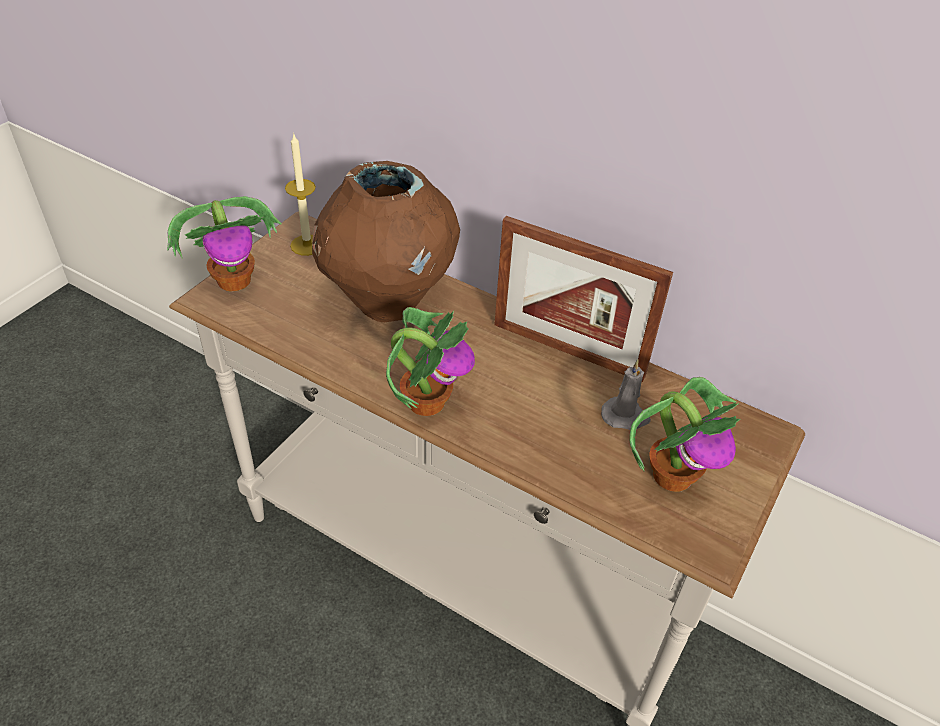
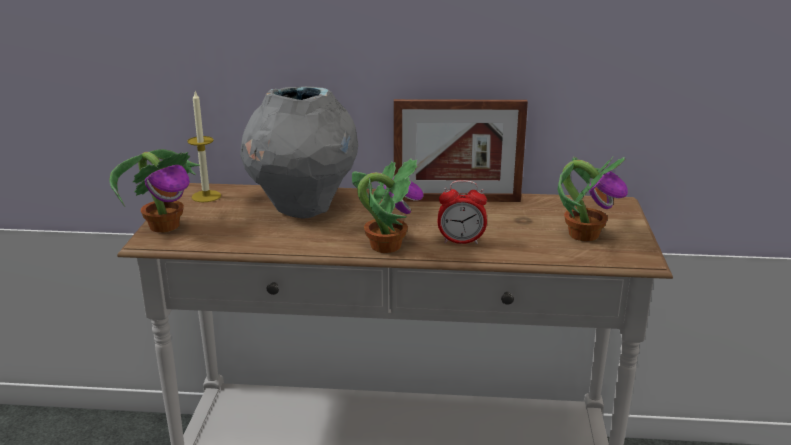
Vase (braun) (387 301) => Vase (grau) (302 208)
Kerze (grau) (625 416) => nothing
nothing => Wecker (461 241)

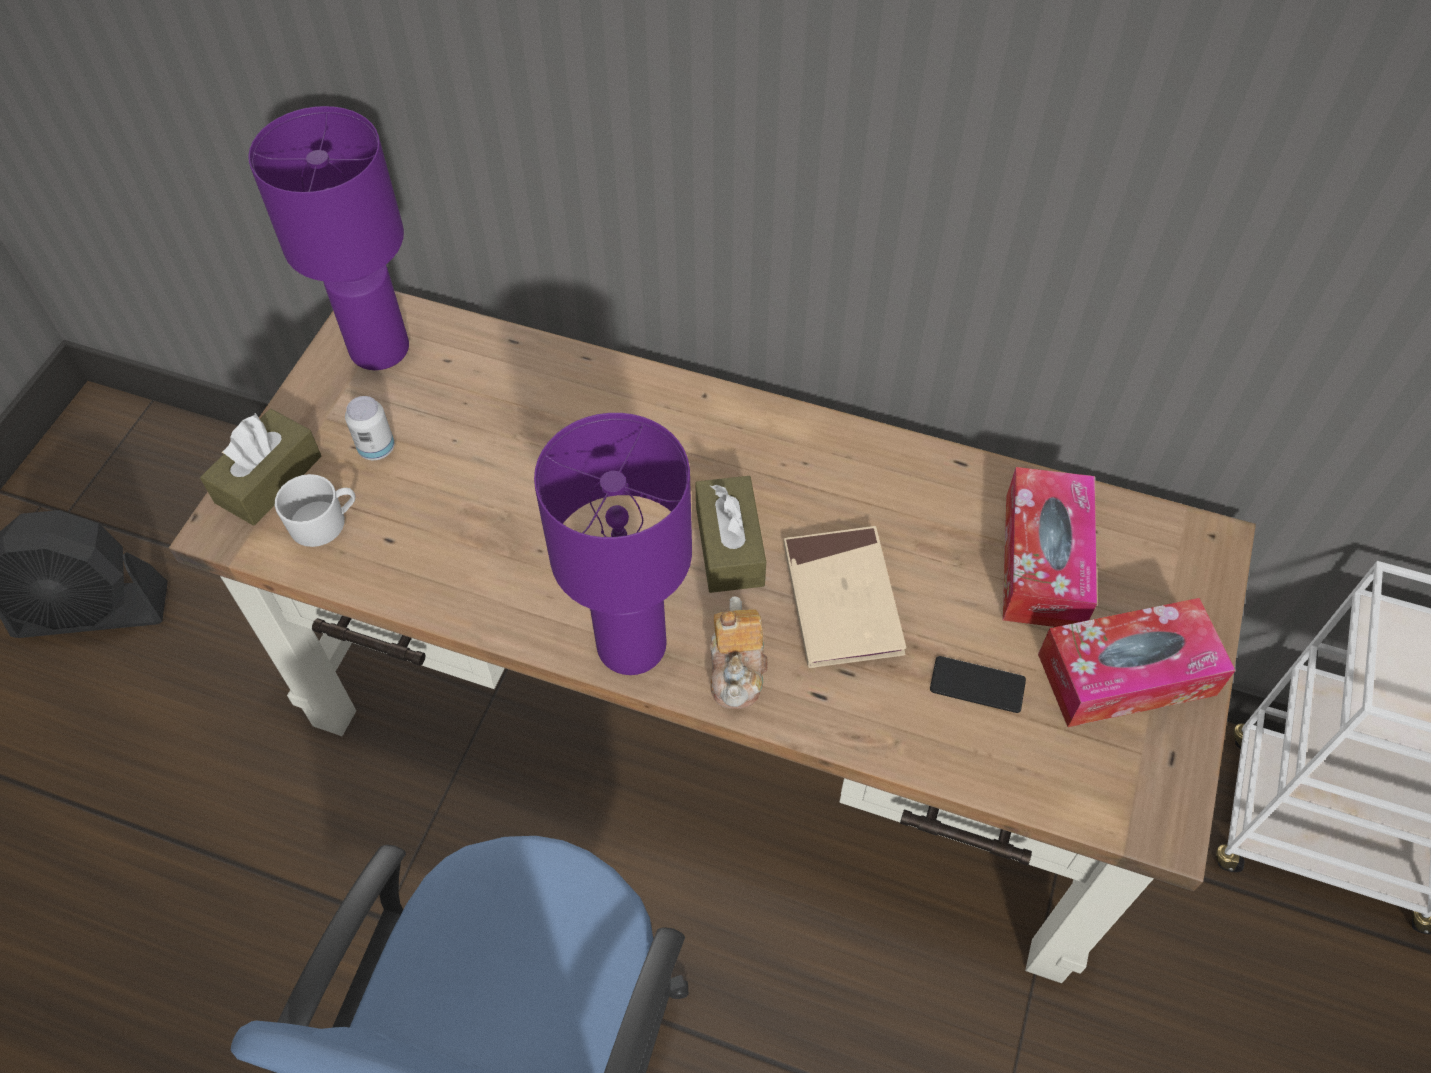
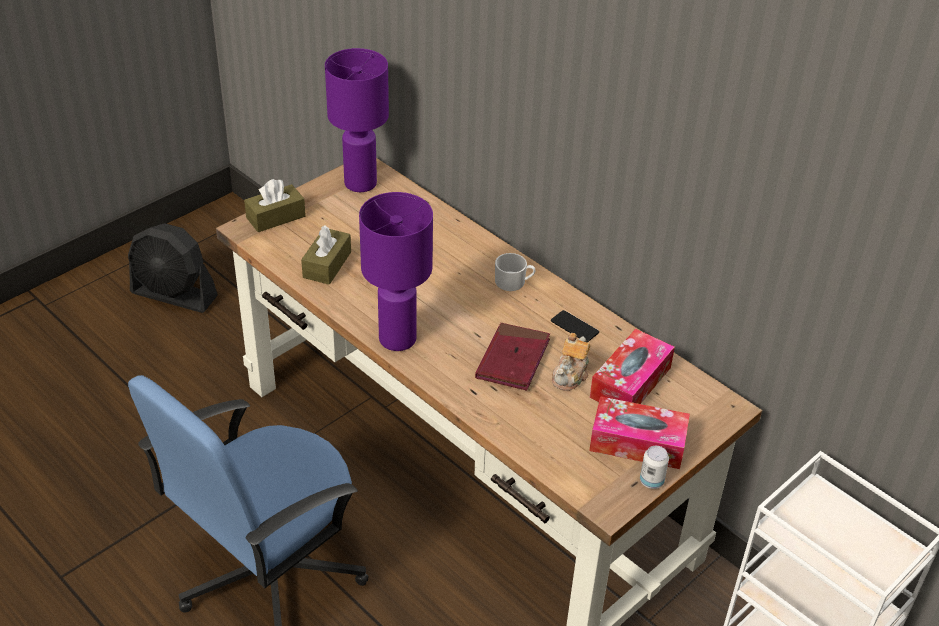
Dose (376 448) => Dose (651 481), moved
Henkelbecher (weiß) (325 522) => Henkelbecher (weiß) (514 282), moved
Taschentuchbox (braun) (729 546) => Taschentuchbox (braun) (327 265), moved
Buch (beige) (842 600) => Buch (rot) (513 359)
Teekanne (737 670) => Teekanne (570 375), moved
Handy (977 685) => Handy (574 327), moved

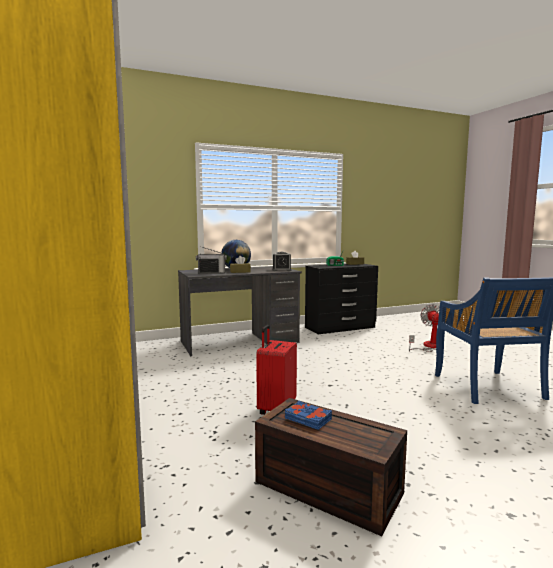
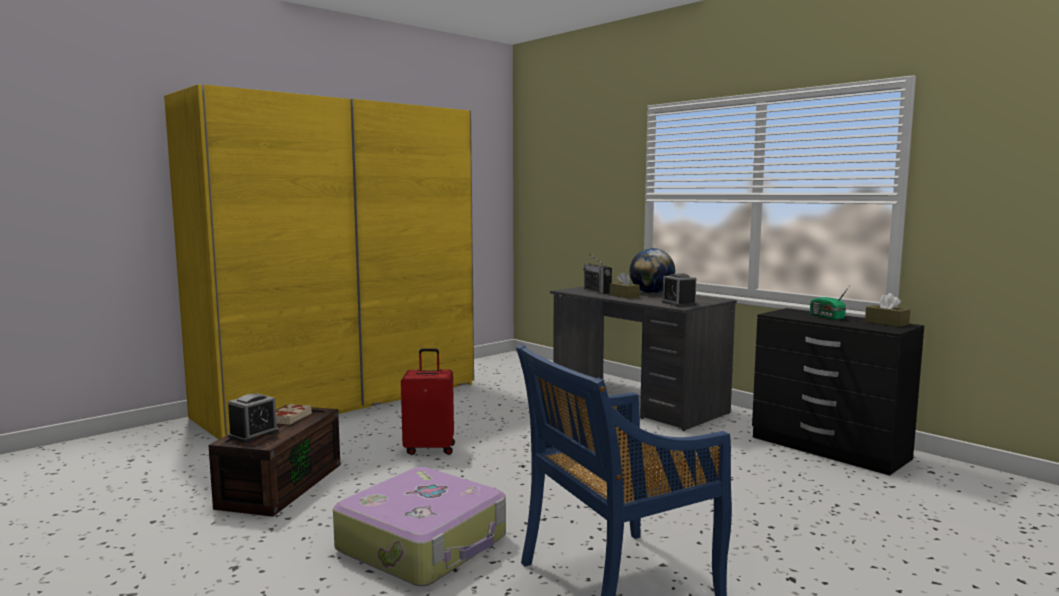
Ventilator (429 346) => nothing
Buch (blau) (307 419) => Buch (beige) (289 418)
nothing => Wecker (254 434)
nothing => Koffer (424 544)

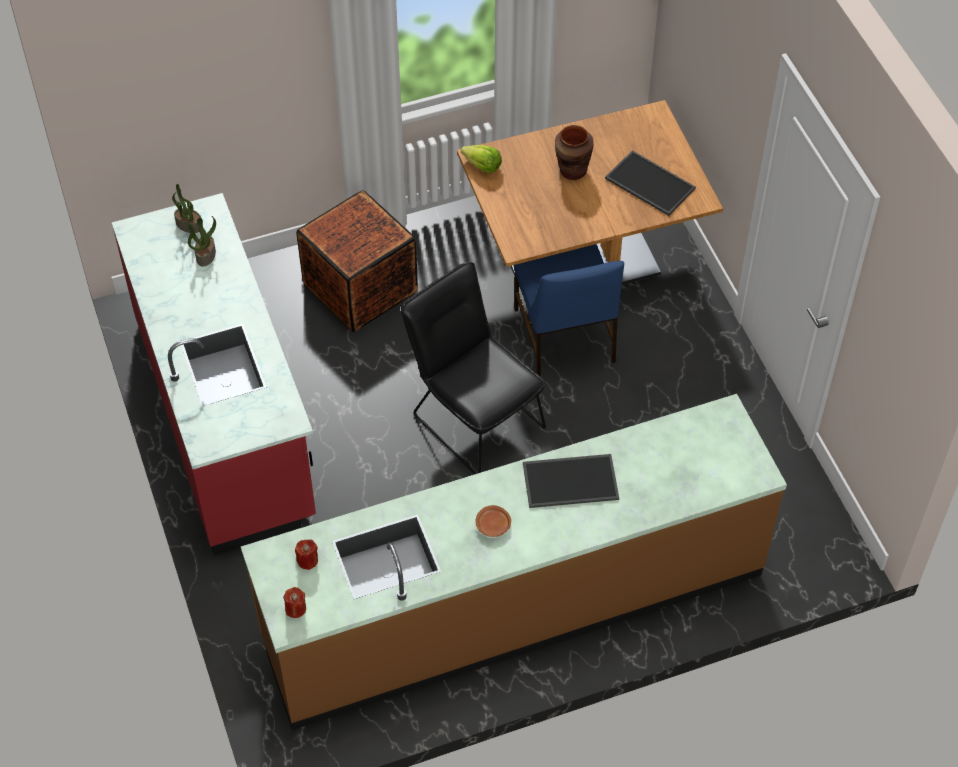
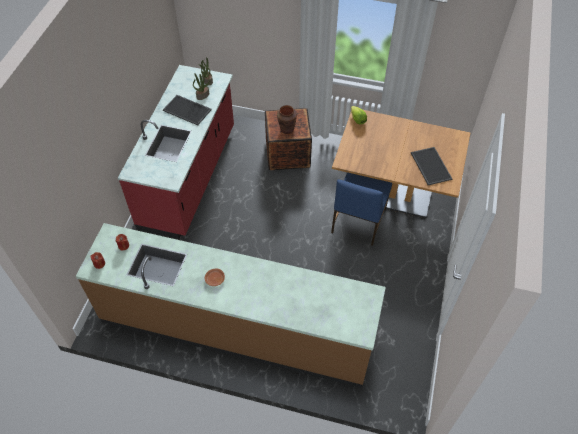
Vase (braun) (572 170) => Vase (braun) (287 129), moved
Stuhl (schwarz) (473 416) => nothing
Tablett (571 480) => Tablett (188 110), moved

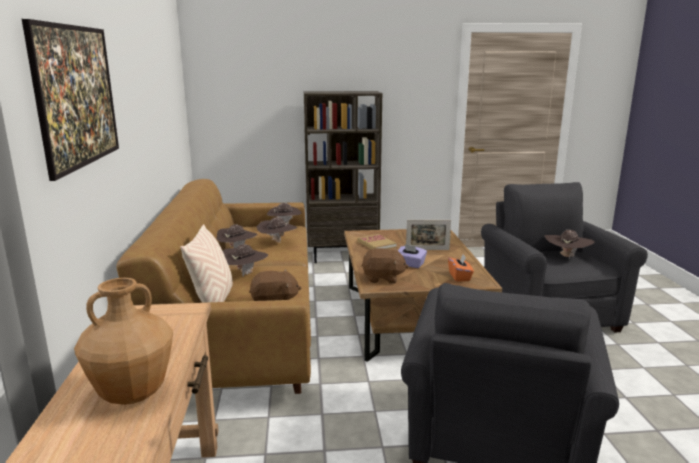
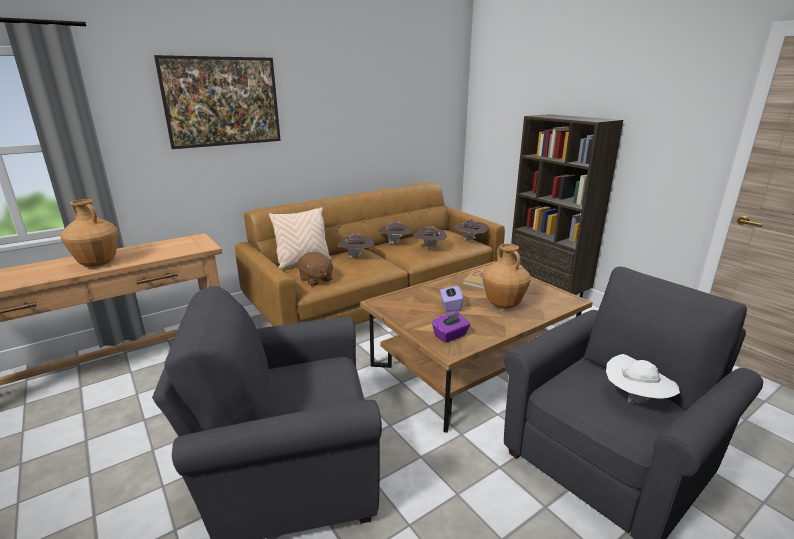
Bilderrahmen (427 249) => Vase (braun) (503 305)
Hut (braun) (566 257) => Hut (weiß) (636 399)
Plüschtier (braun) (383 278) => nothing
Taschentuchbox (orange) (460 277) => Taschentuchbox (lila) (450 336)

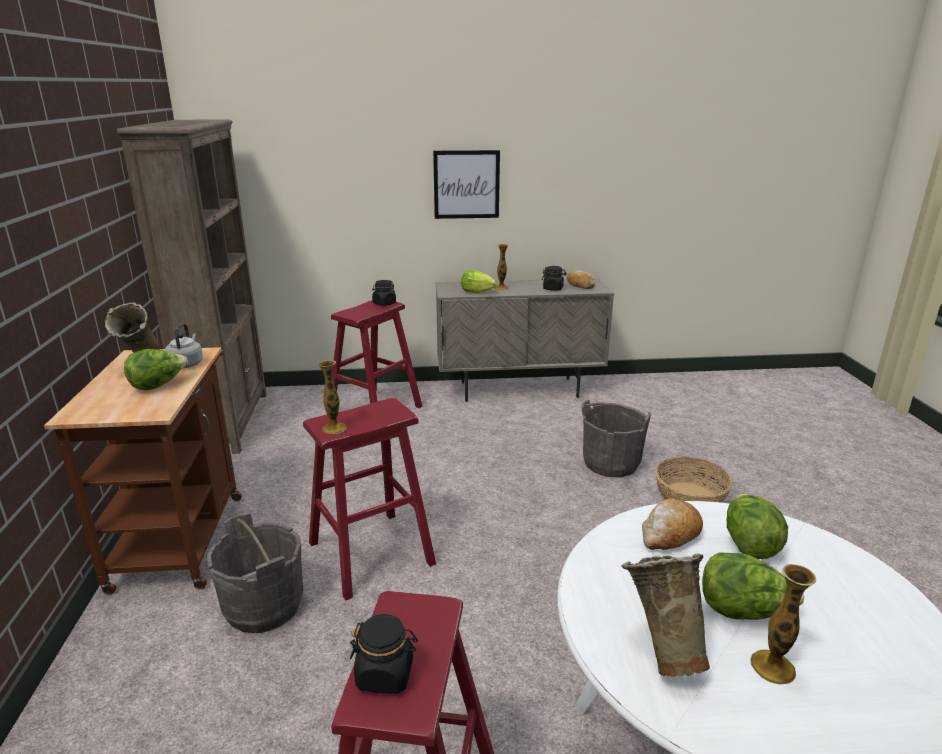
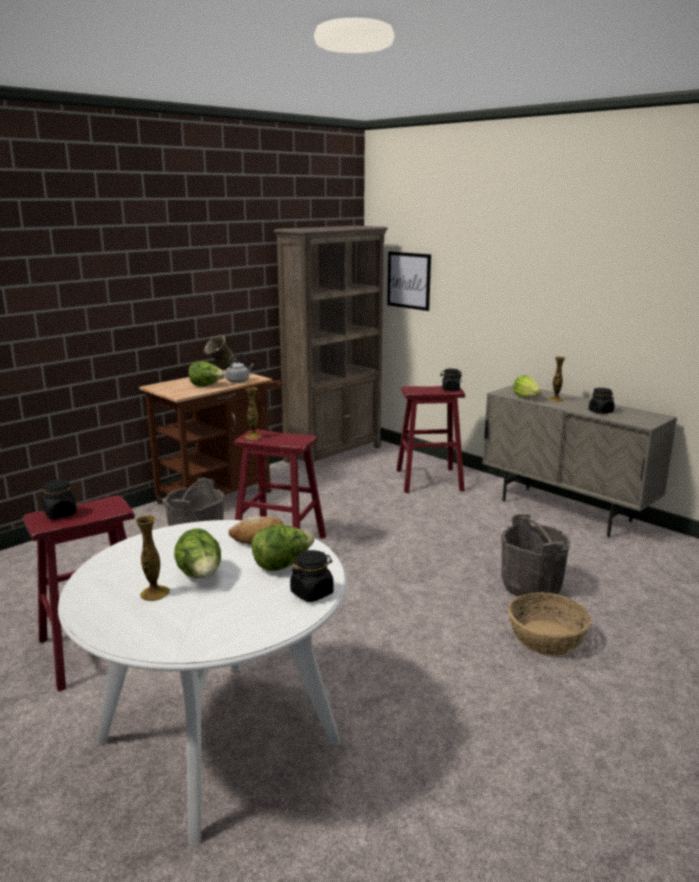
Bild (466 184) => Bild (409 280), moved
Brot (579 285) => nothing
Vase (beige) (661 650) => nothing
nothing => Vorratsglas (schwarz) (312 593)

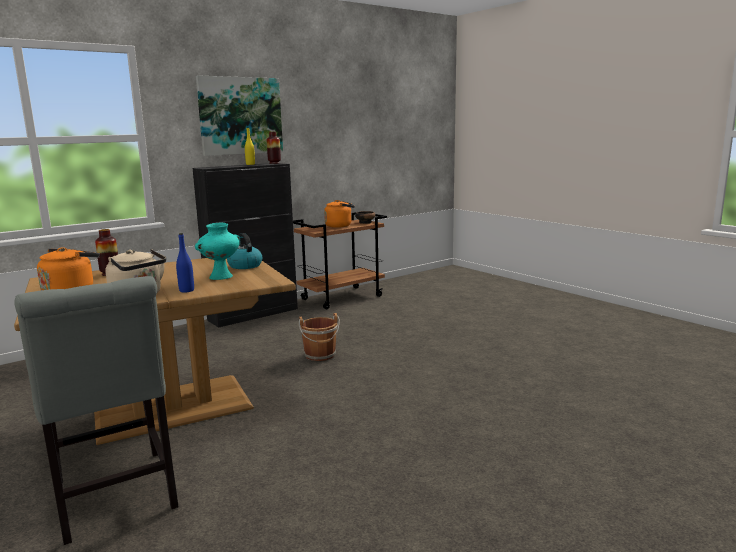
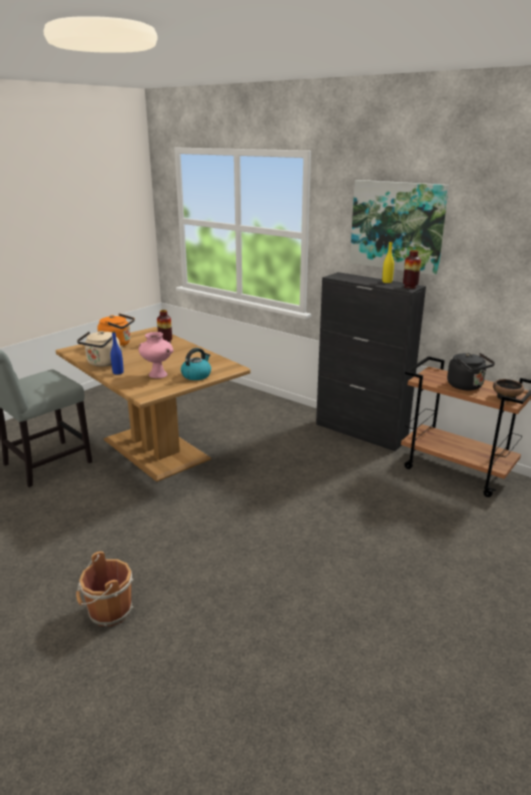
Wasserkessel (orange) (340 226) => Wasserkessel (schwarz) (467 386)
Vase (türkis) (221 277) => Vase (rosa) (157 375)
Eimer (braun) (320 355) => Eimer (braun) (108 612), moved

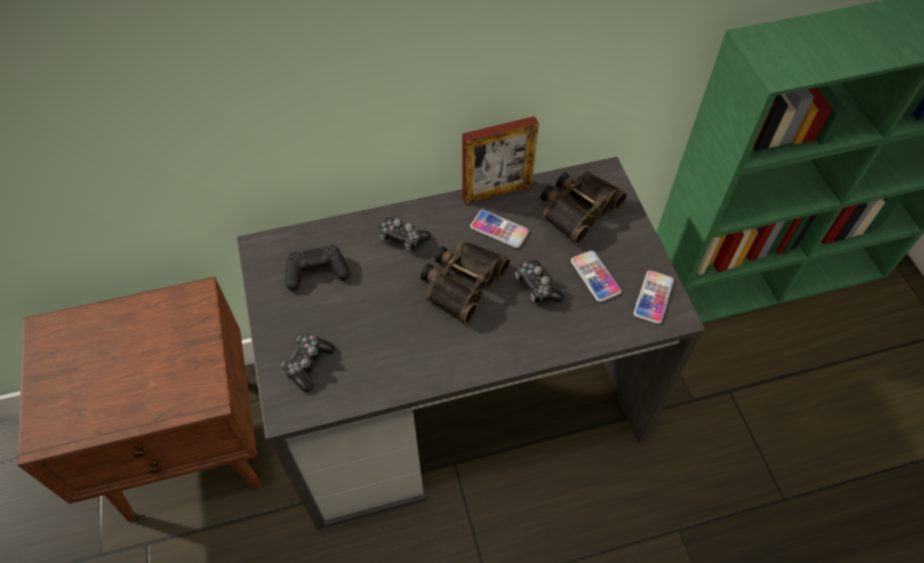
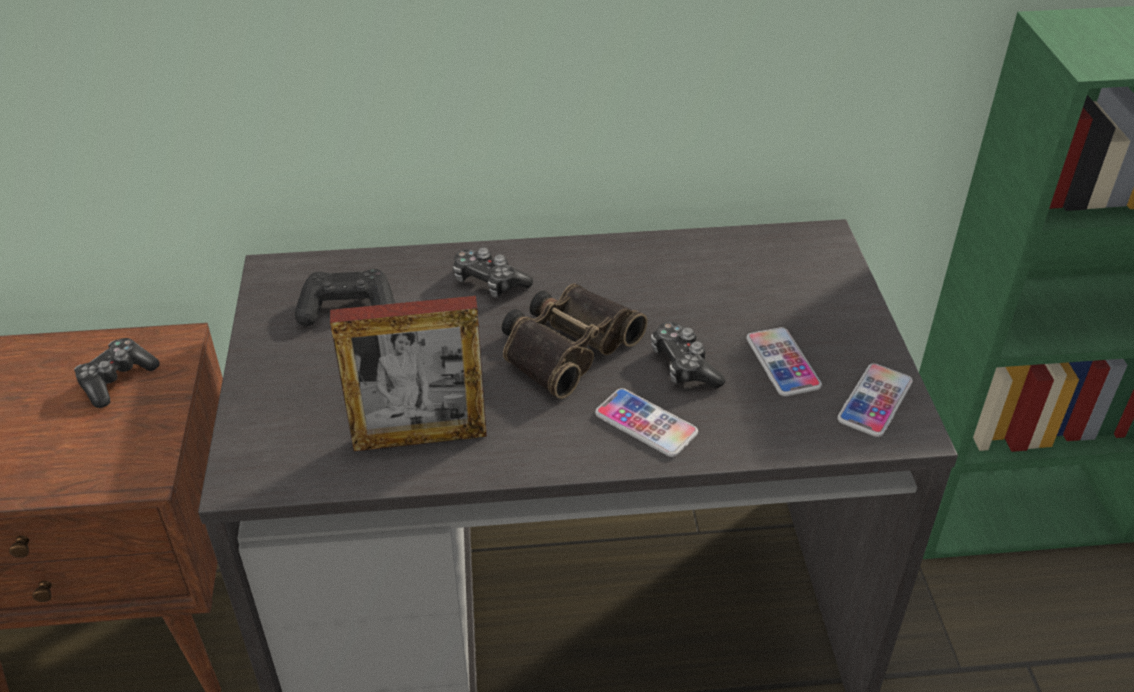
Bilderrahmen (497 191) => Bilderrahmen (420 437), moved
Fernglas (577 208) => nothing
Handy (499 229) => Handy (646 424), moved
Gamepad (308 364) => Gamepad (116 380), moved

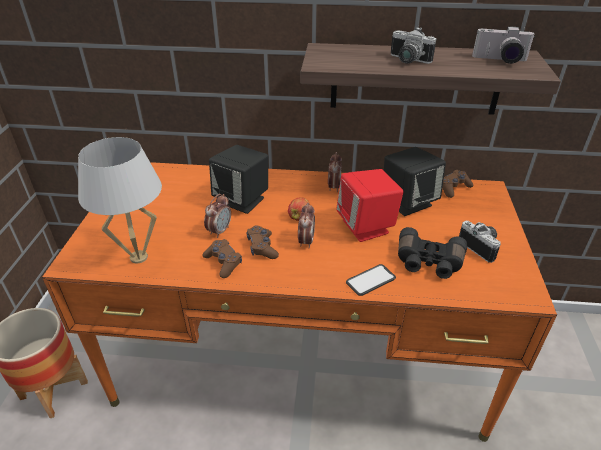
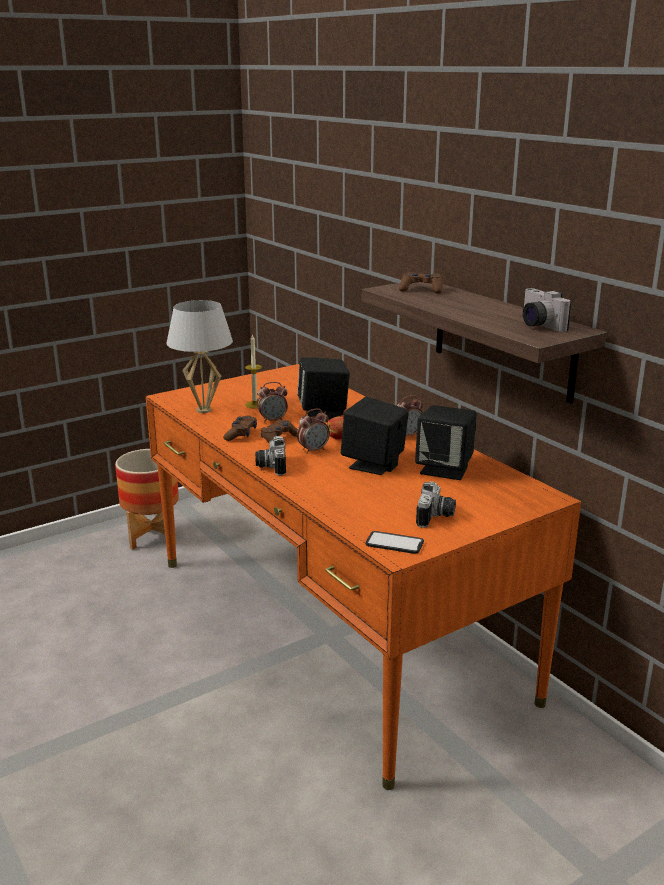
Kamera (407 61) => Kamera (270 466), moved
Lautsprecher (rot) (366 227) => Lautsprecher (schwarz) (374 464)
Gamepad (braun) (453 188) => Gamepad (braun) (421 290), moved
Fernglas (schwarz) (428 262) => nothing
Handy (370 280) => Handy (394 543), moved
nothing => Kerze (255 404)

